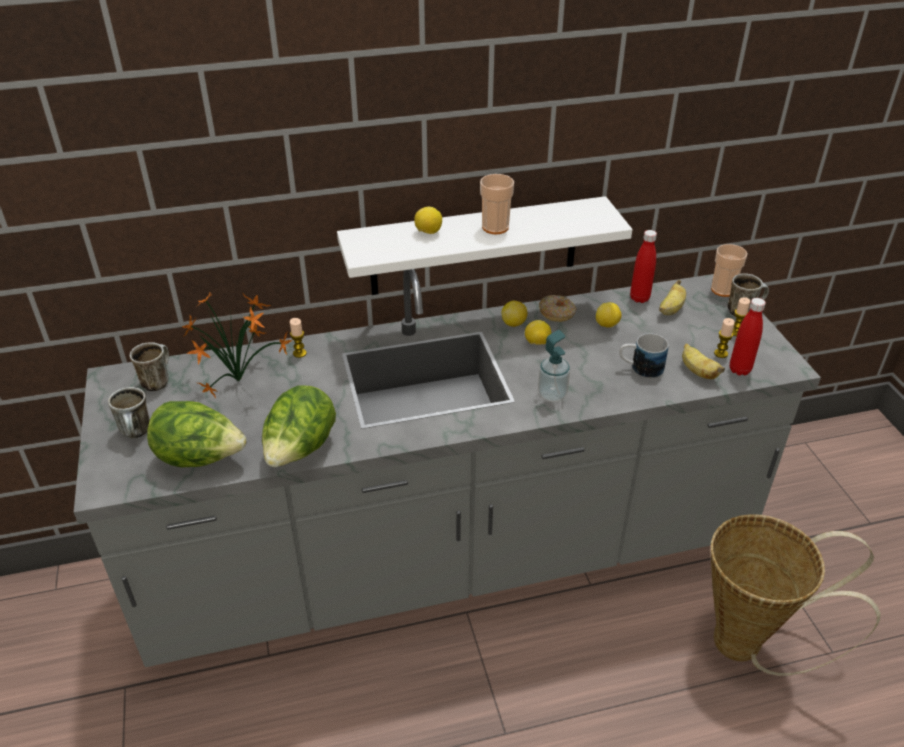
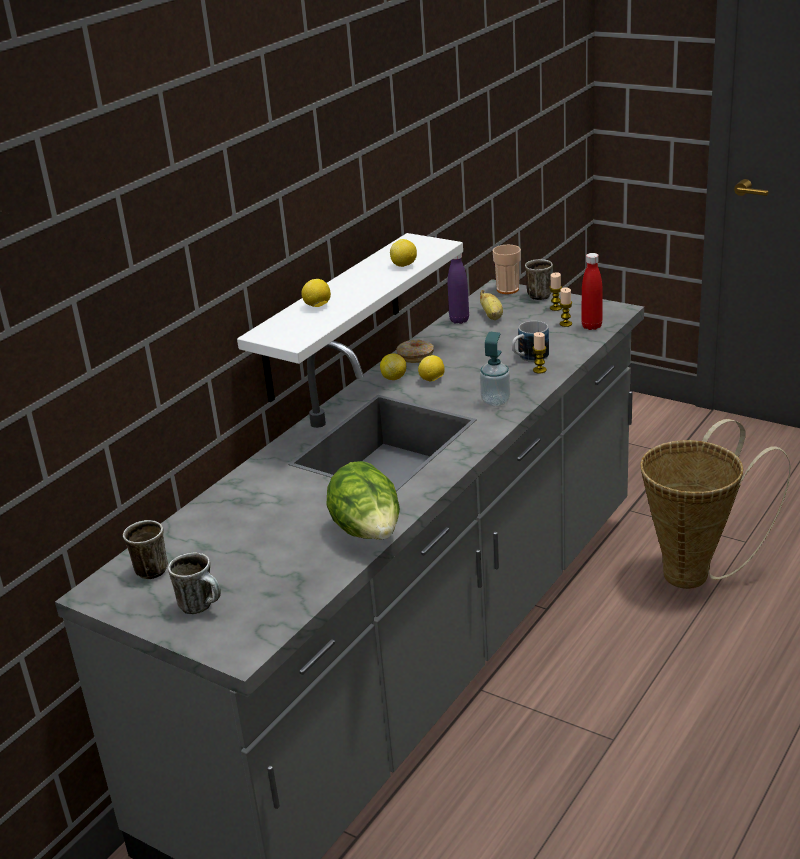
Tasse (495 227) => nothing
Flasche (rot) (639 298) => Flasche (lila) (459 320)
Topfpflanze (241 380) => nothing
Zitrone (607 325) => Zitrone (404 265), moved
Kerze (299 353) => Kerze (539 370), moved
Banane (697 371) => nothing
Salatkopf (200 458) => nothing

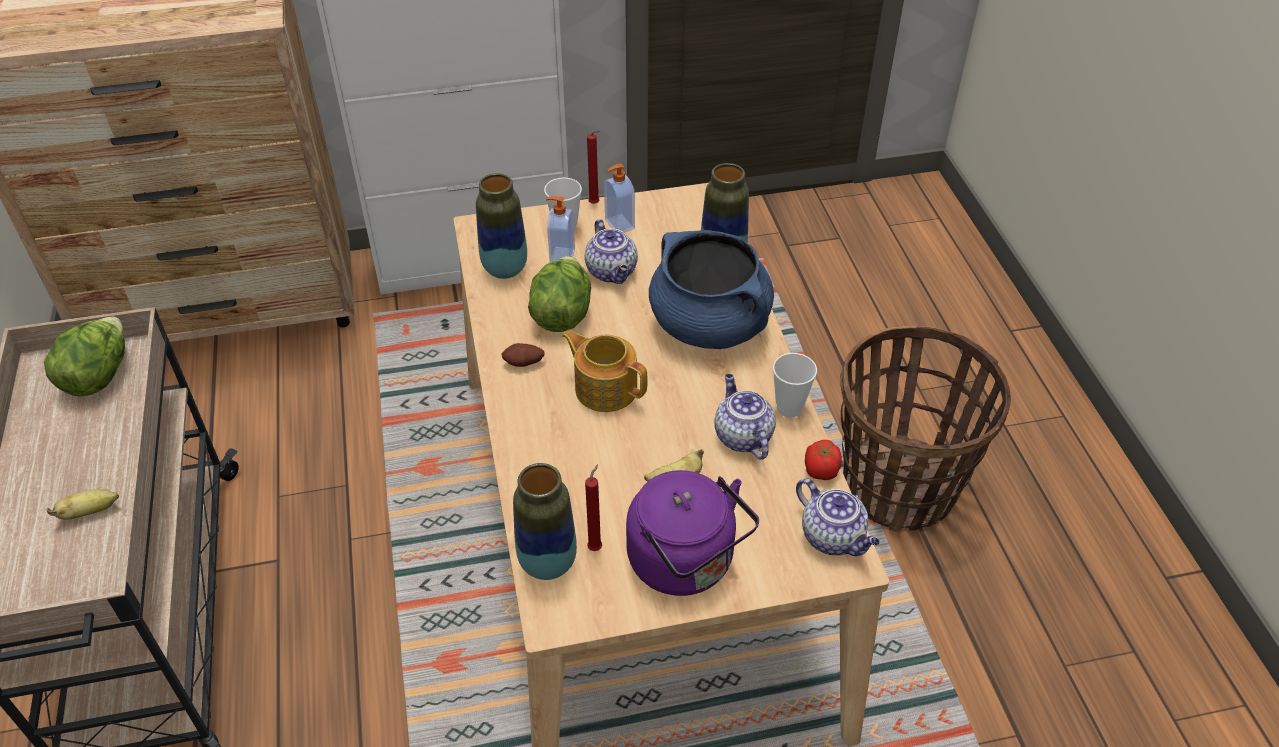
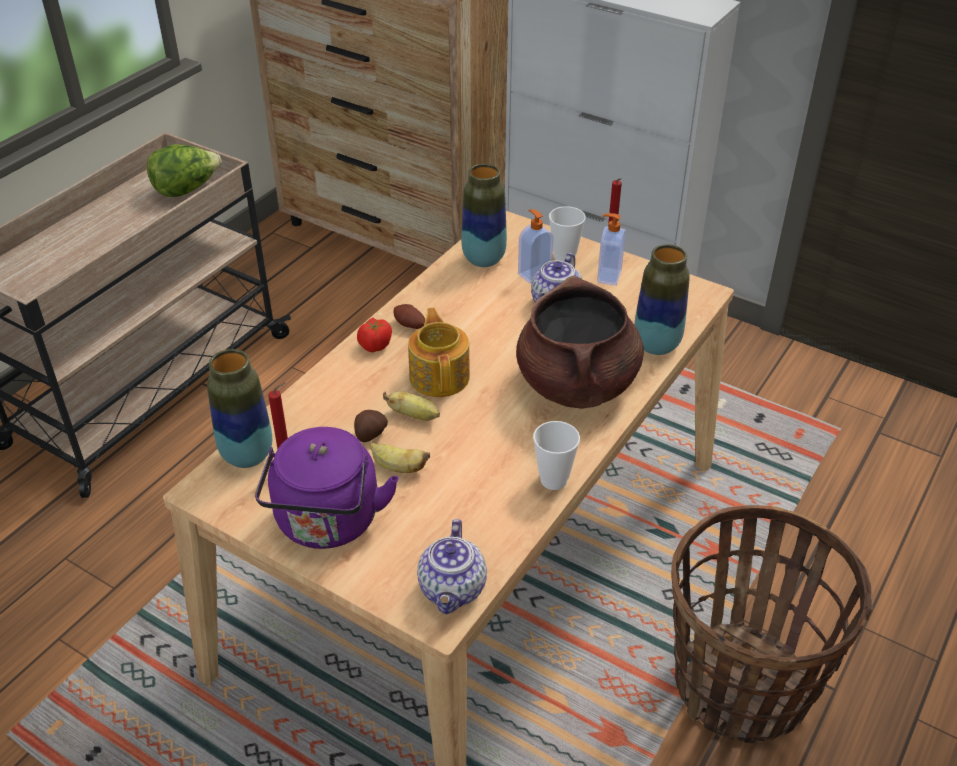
Kochtopf (blau) (710 325) => Kochtopf (braun) (577 384)
Salatkopf (561 313) => nothing
Teekanne (742 436) => nothing
Tomate (820 470) => Tomate (375 346), moved
Banane (90 512) => Banane (414 416), moved
nothing => Kartoffel (370 435)

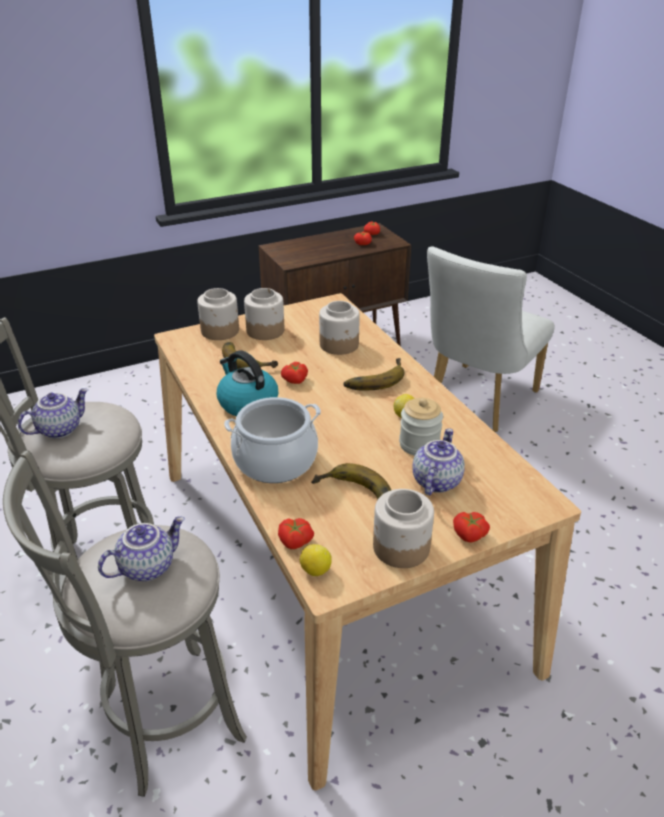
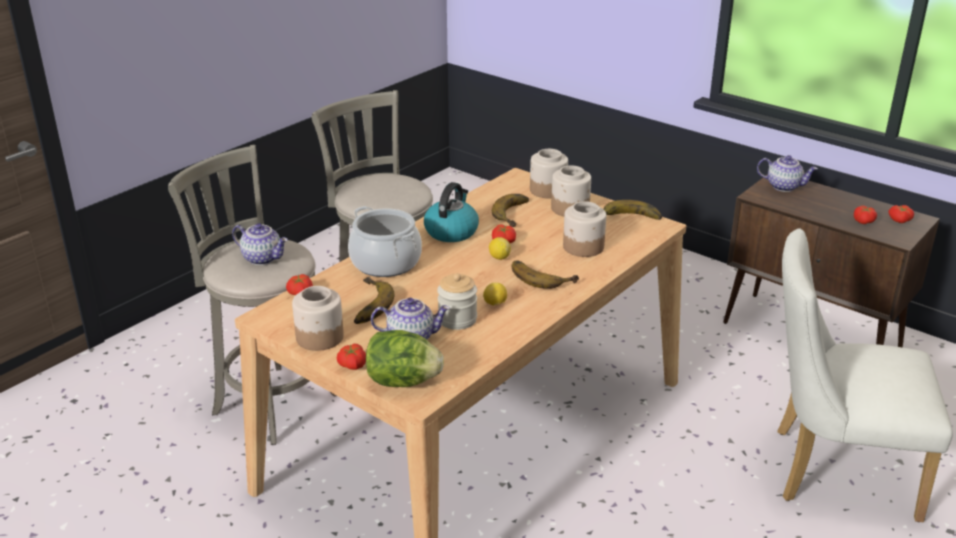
Teekanne (60 429) => Teekanne (784 186), moved
Zitrone (315 570) => Zitrone (499 257), moved
nothing => Banane (630 220)
nothing => Salatkopf (402 381)

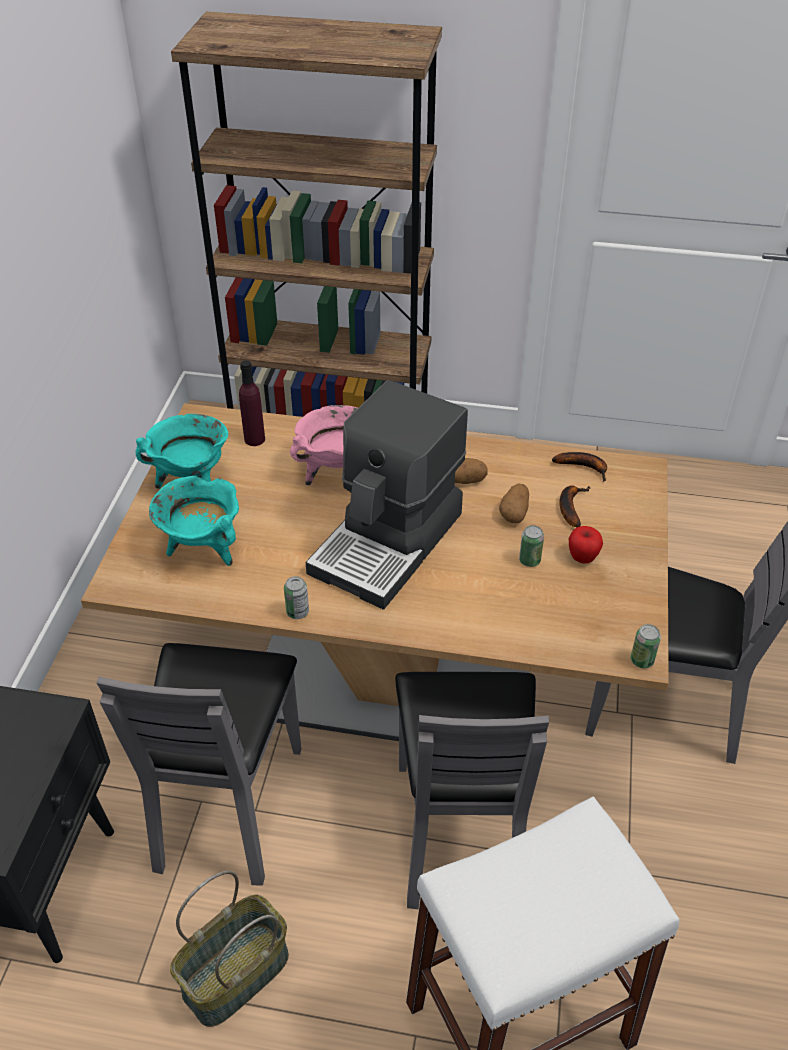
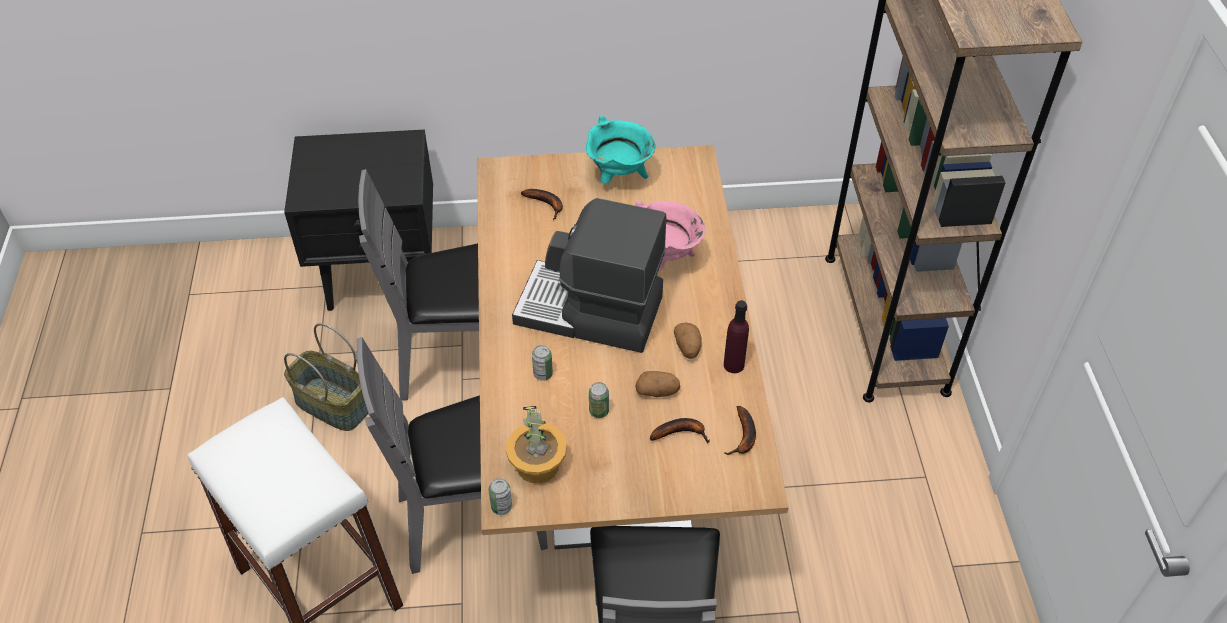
Flasche (lila) (254 439) => Flasche (lila) (733 365), moved
Kochtopf (türkis) (203 548) => Banane (547 204)
Apfel (582 558) => nothing
Dose (297 612) => Dose (543 374), moved
nothing => Topfpflanze (537 466)

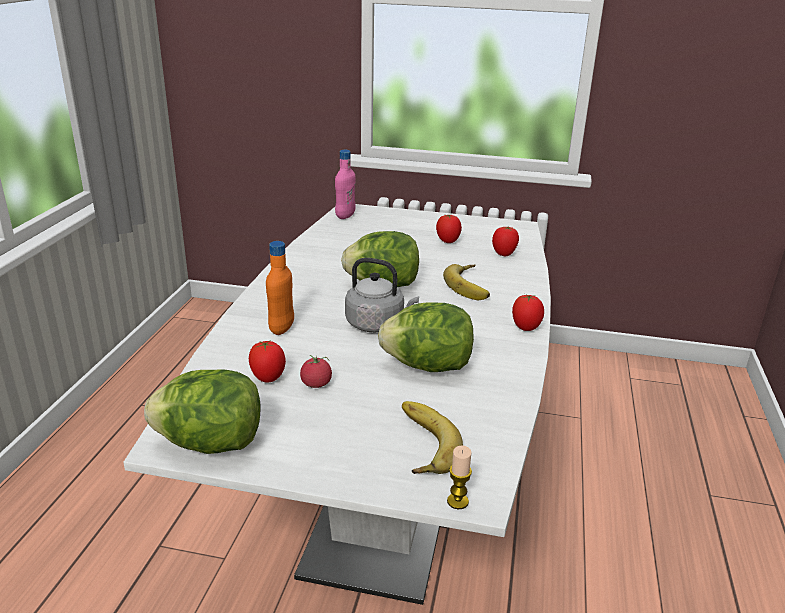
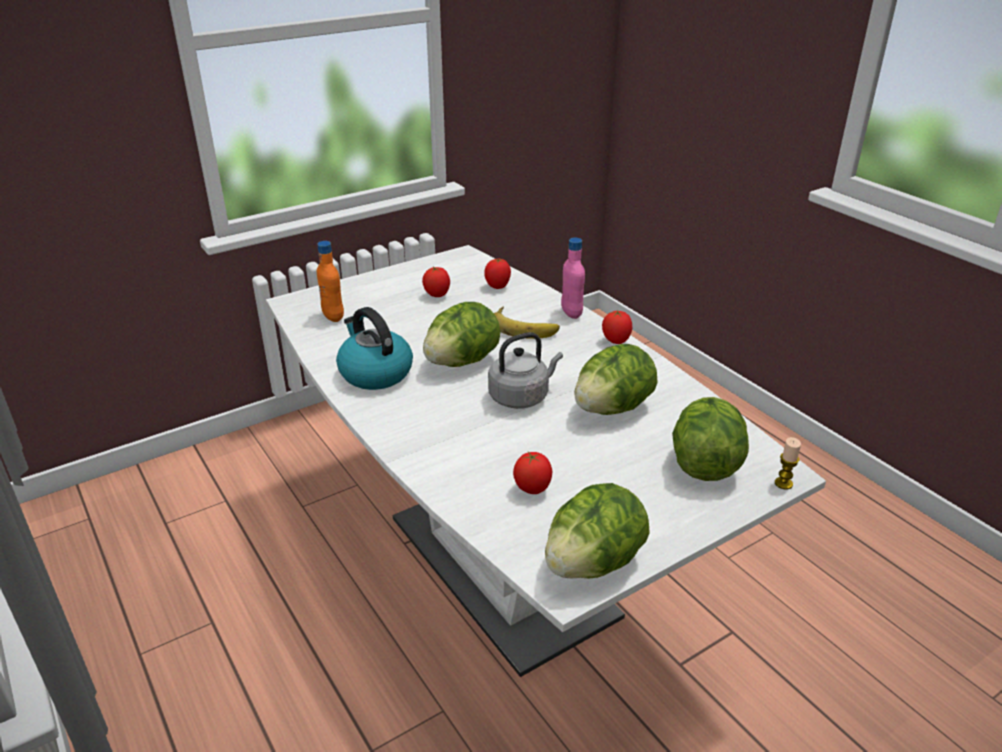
Flasche (rosa) (345 216) => Flasche (rosa) (571 313), moved
Flasche (orange) (282 328) => Flasche (orange) (333 317), moved
Tomate (316 384) => nothing
Banane (420 444) => Salatkopf (705 464)
nothing => Wasserkessel (374 373)

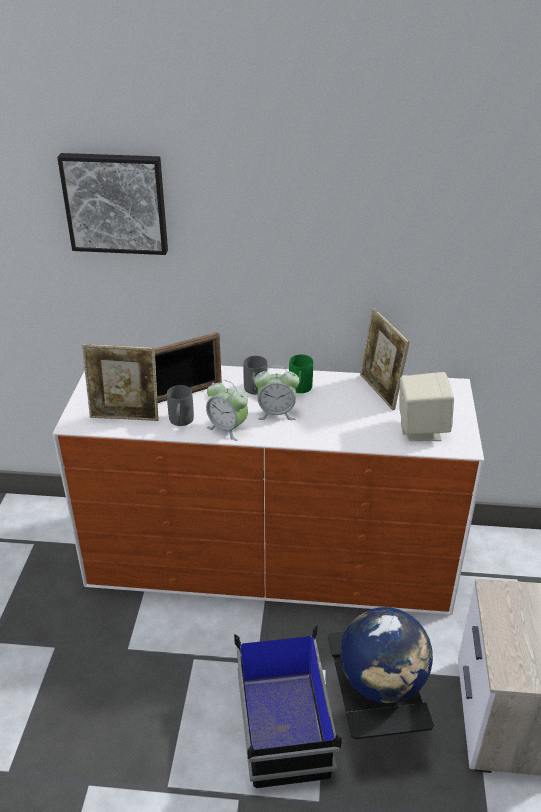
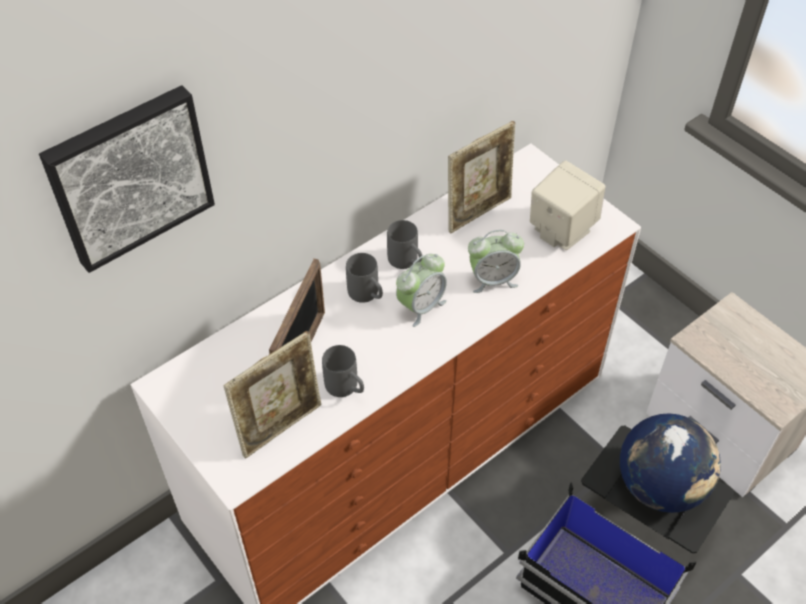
Bilderrahmen (380 392) => Bilderrahmen (478 212), 60 degrees counterclockwise
Henkelbecher (grün) (300 390) => Henkelbecher (grau) (407 262)
Wecker (227 428) => Wecker (492 279), moved

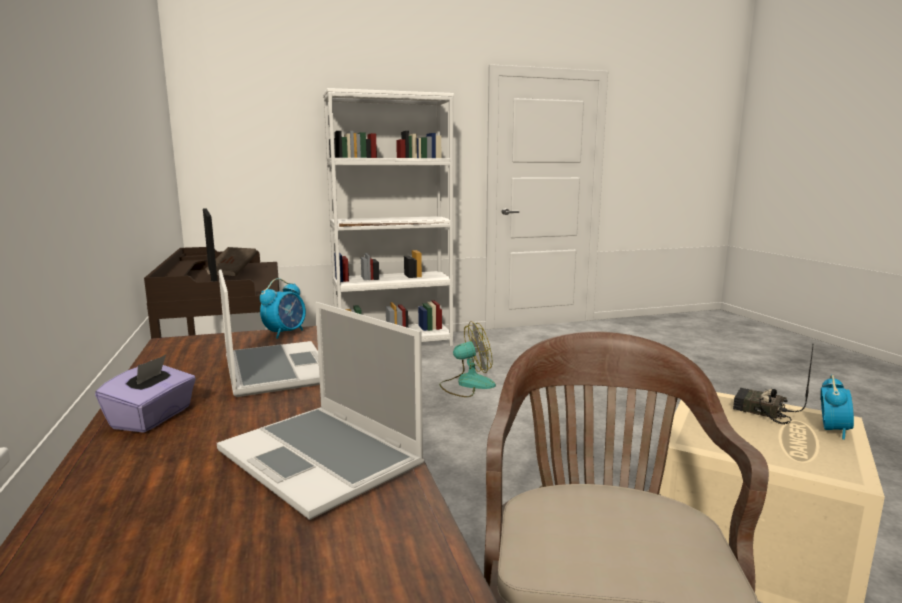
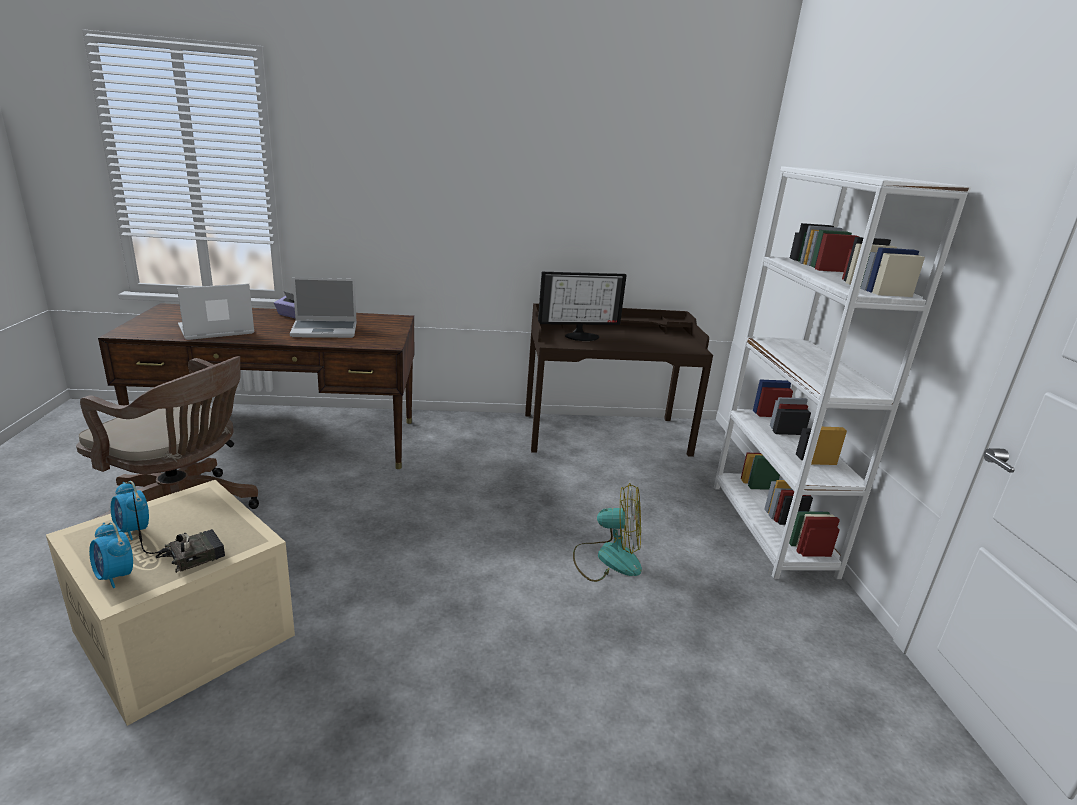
Buch (braun) (233 272) => nothing
Wecker (285 333) => Wecker (133 530), moved
Ventilator (467 384) => Ventilator (607 558), 75 degrees counterclockwise

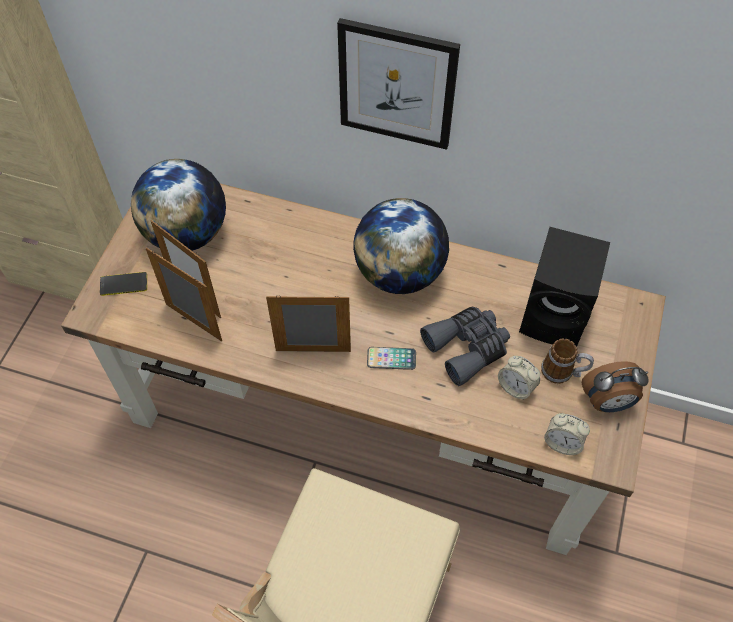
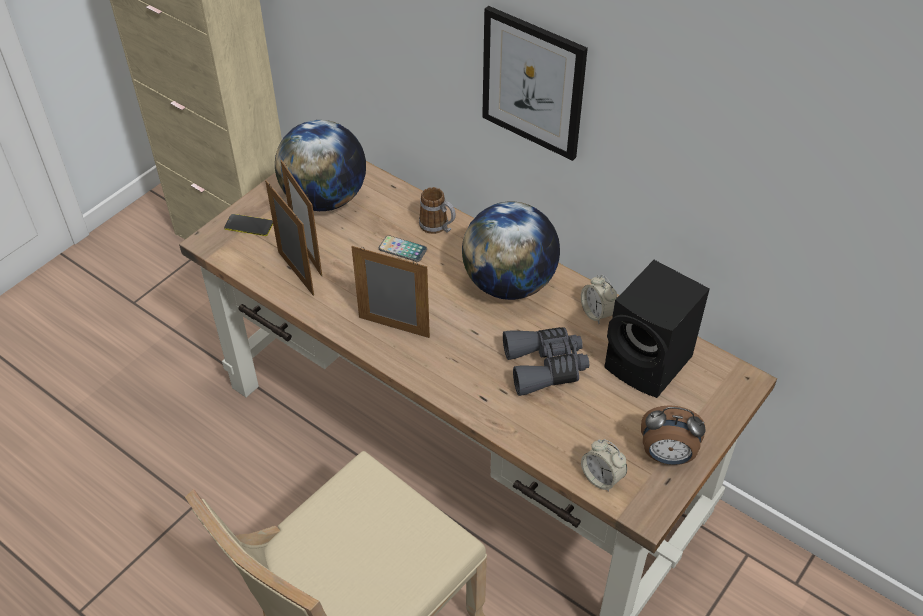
Henkelbecher (563 372) => Henkelbecher (438 227), moved
Handy (391 359) => Handy (402 249), moved
Wecker (516 387) => Wecker (597 313), moved

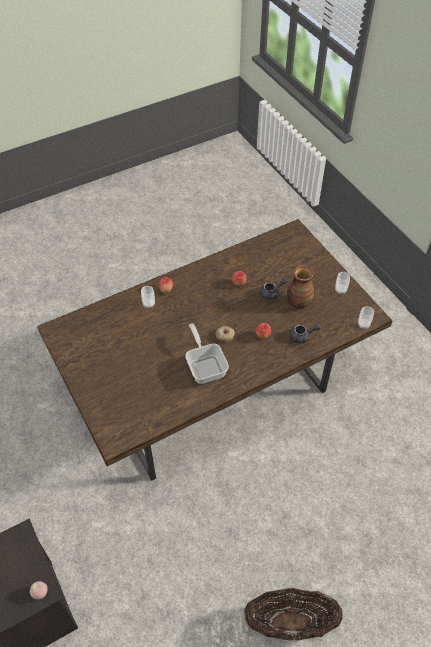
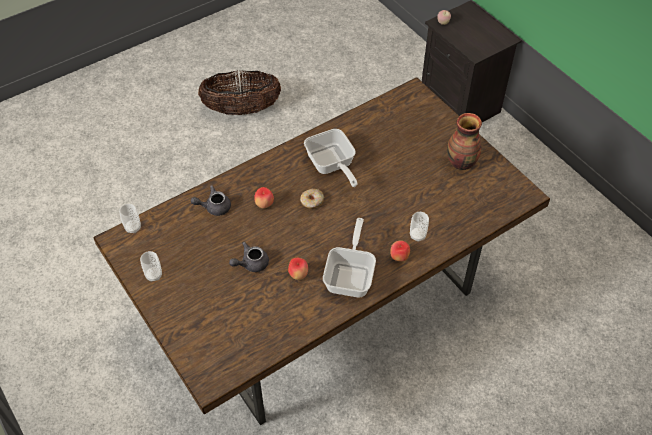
Vase (298 302) => Vase (462 163), moved
nothing => Pfanne (351 275)

